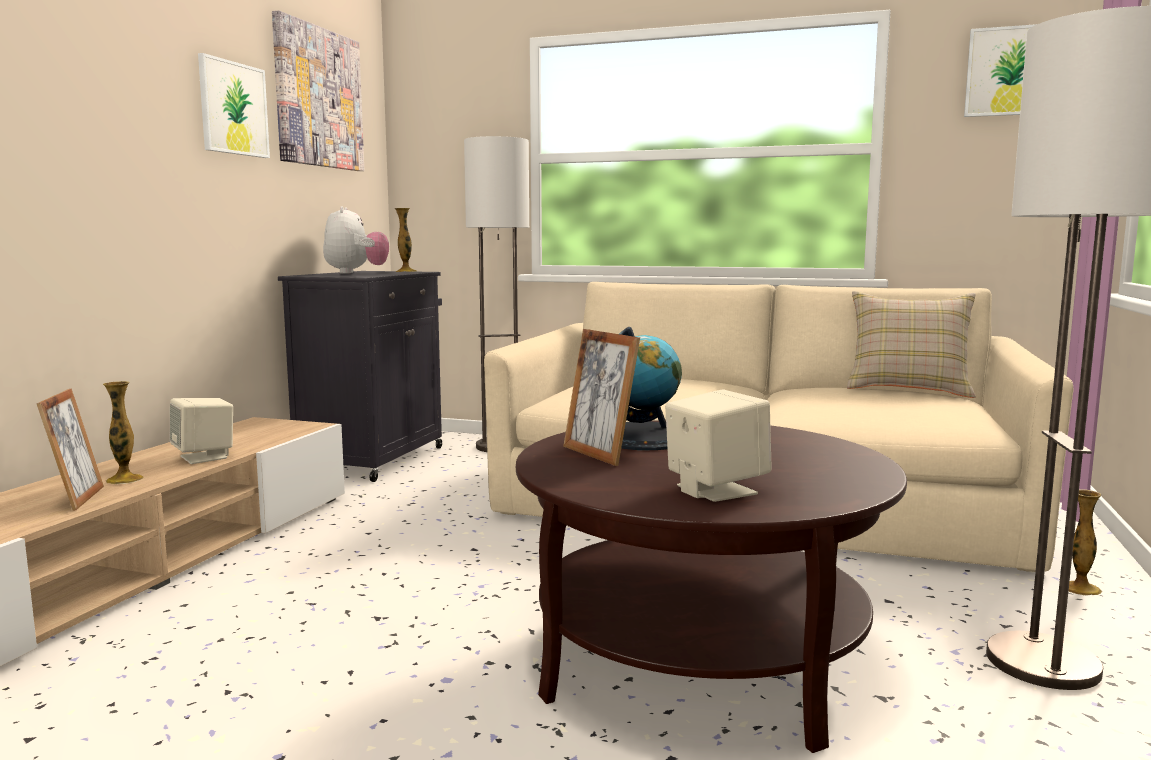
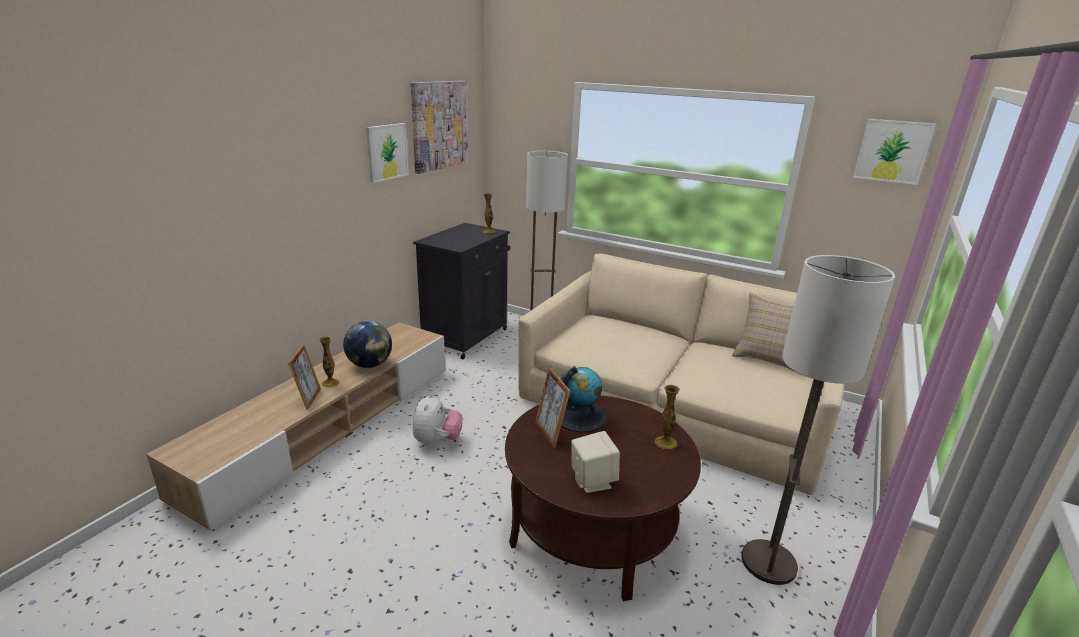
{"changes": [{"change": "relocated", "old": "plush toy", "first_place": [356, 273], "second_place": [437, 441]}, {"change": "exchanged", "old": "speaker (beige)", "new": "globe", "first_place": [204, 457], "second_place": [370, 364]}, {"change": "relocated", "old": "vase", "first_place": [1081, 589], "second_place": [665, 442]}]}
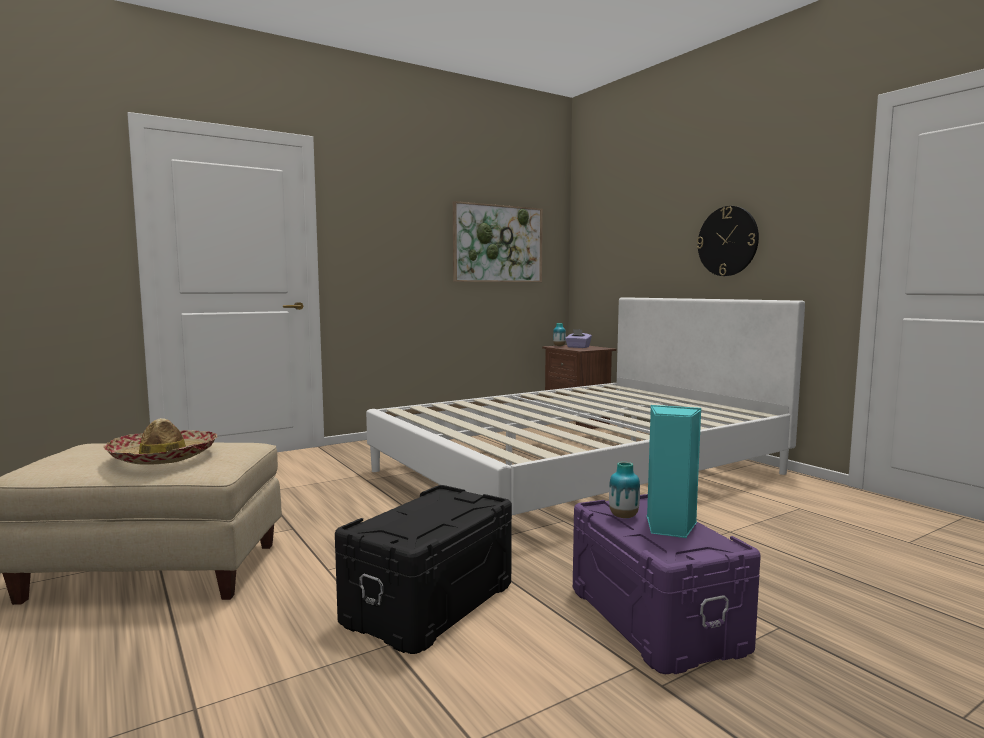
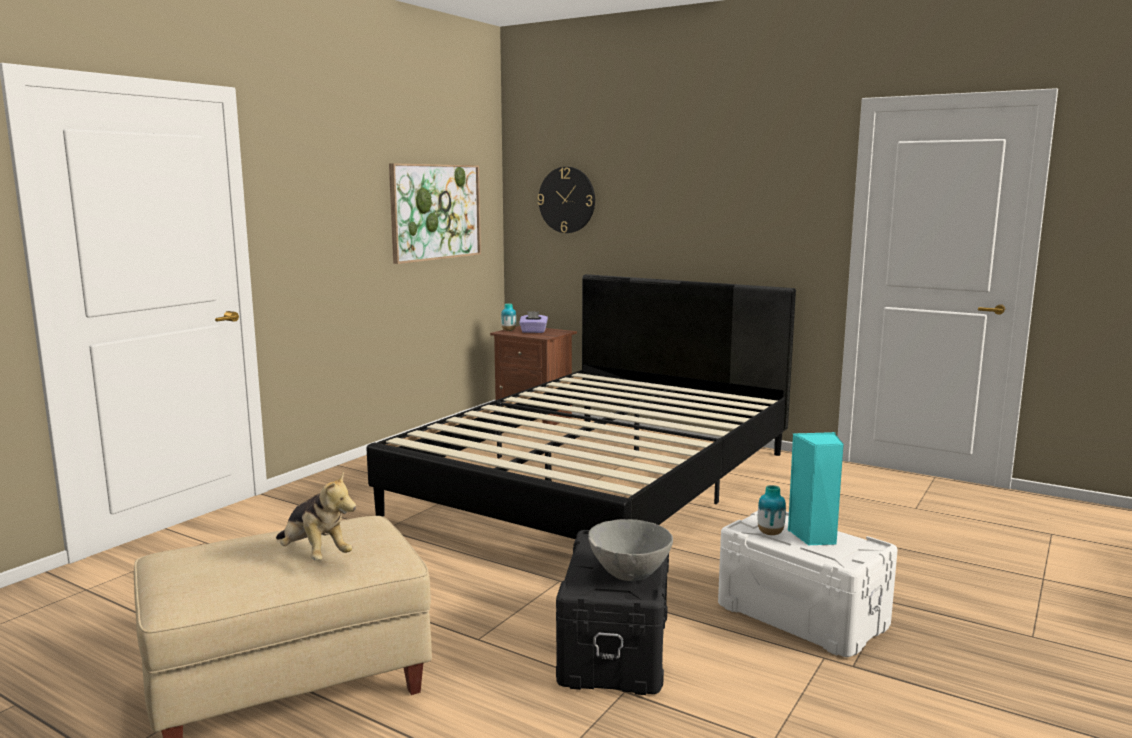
{"changes": [{"change": "relocated", "old": "wall clock", "first_place": [727, 241], "second_place": [567, 200]}, {"change": "colour", "old": "bed (white)", "new": "bed (black)", "first_place": [580, 472], "second_place": [600, 482]}, {"change": "exchanged", "old": "hat", "new": "plush toy", "first_place": [163, 457], "second_place": [314, 555]}, {"change": "colour", "old": "storage box (purple)", "new": "storage box (white)", "first_place": [656, 618], "second_place": [802, 615]}, {"change": "appeared", "new": "bowl (grey)", "second_place": [629, 575]}]}
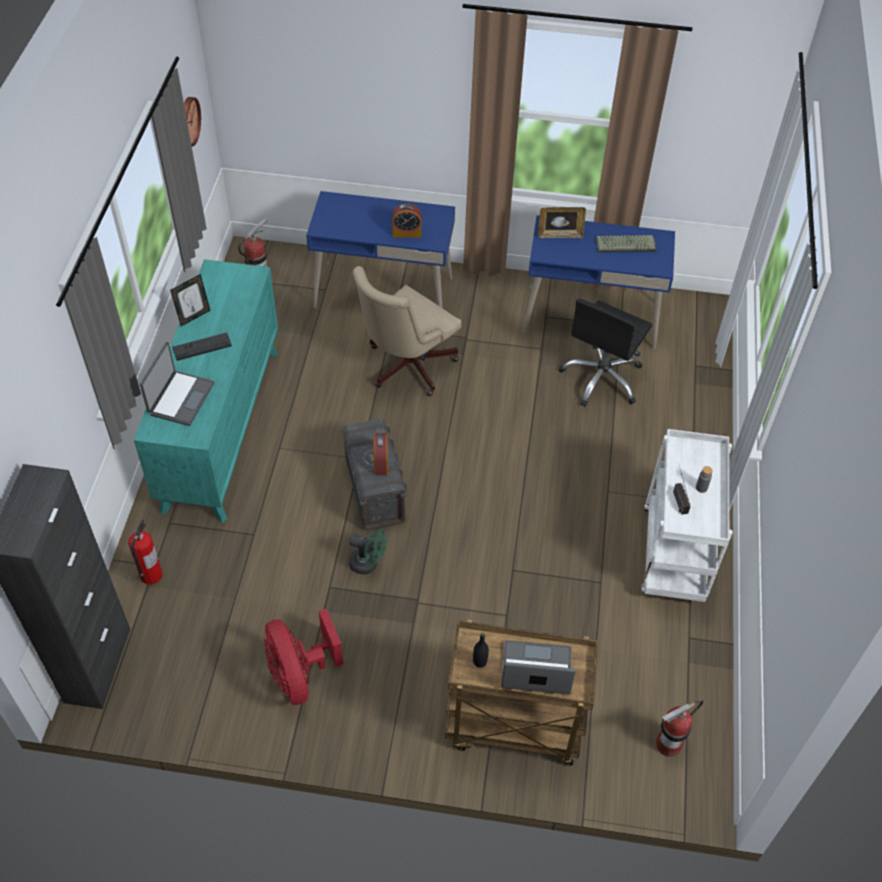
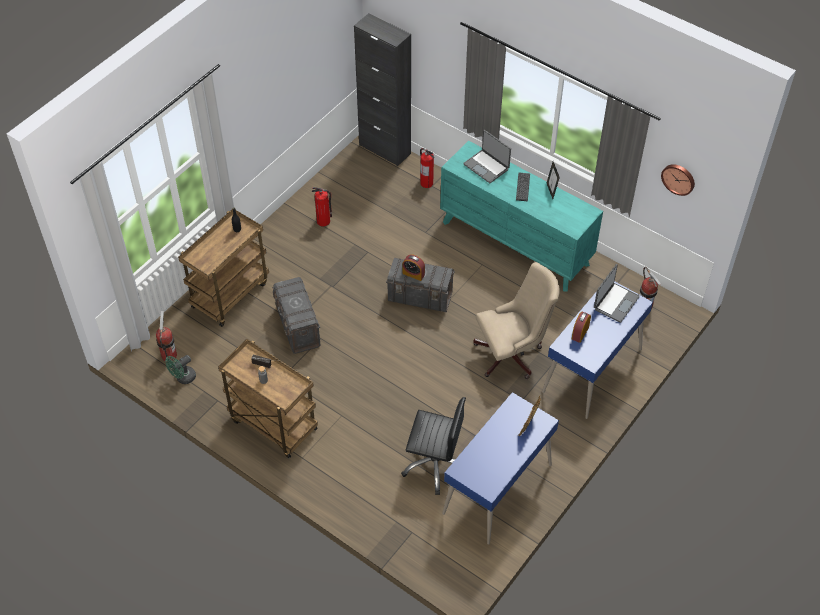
{"changes": [{"change": "missing", "old": "keyboard", "first_place": [626, 244]}, {"change": "spun", "old": "office chair (beige)", "first_place": [405, 367], "second_place": [512, 354], "degrees": 90}, {"change": "spun", "old": "office chair (black)", "first_place": [602, 378], "second_place": [435, 464], "degrees": 135}, {"change": "colour", "old": "cart (white)", "new": "cart (brown)", "first_place": [674, 556], "second_place": [272, 424]}, {"change": "relocated", "old": "fan (green)", "first_place": [368, 563], "second_place": [183, 378]}, {"change": "exchanged", "old": "fan (red)", "new": "fire extinguisher", "first_place": [299, 675], "second_place": [323, 221]}, {"change": "relocated", "old": "laptop", "first_place": [536, 670], "second_place": [615, 302]}, {"change": "appeared", "new": "storage box (grey)", "second_place": [298, 327]}]}
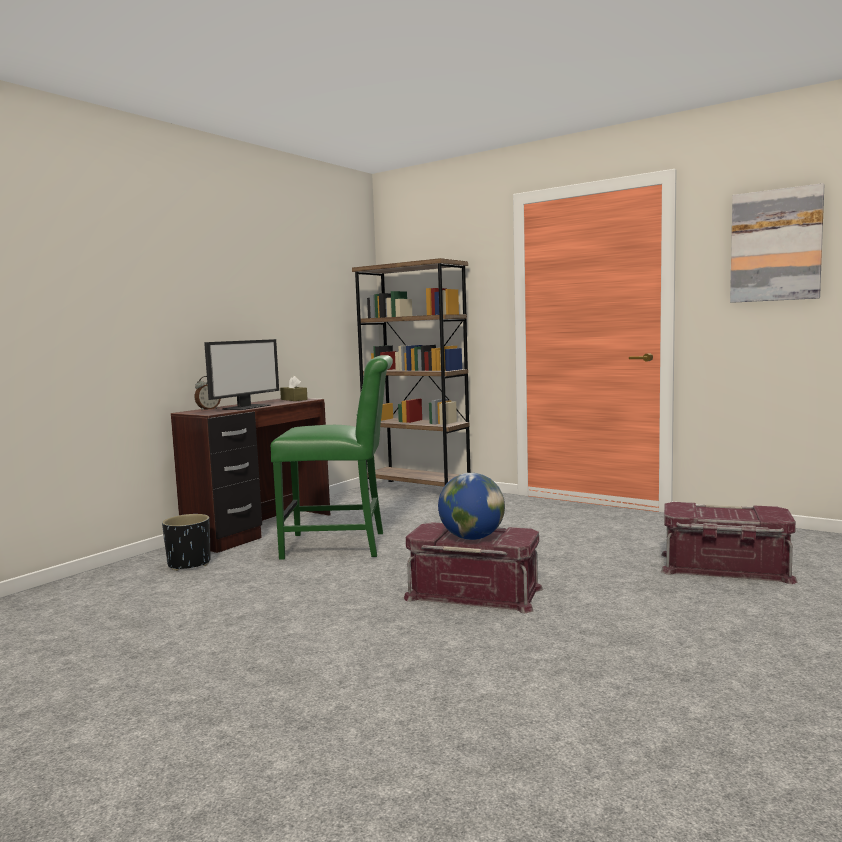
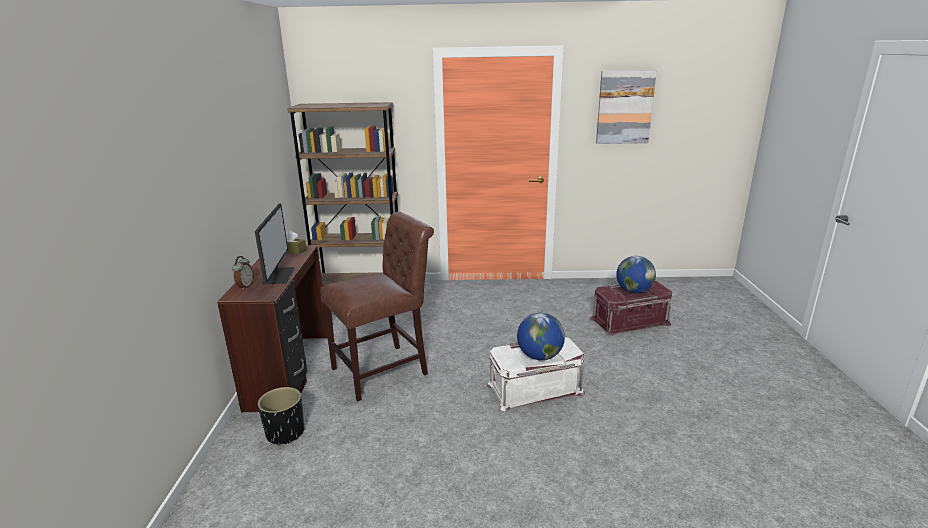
{"changes": [{"change": "colour", "old": "chair (green)", "new": "chair (brown)", "first_place": [341, 545], "second_place": [385, 370]}, {"change": "colour", "old": "storage box (red)", "new": "storage box (white)", "first_place": [474, 593], "second_place": [534, 388]}, {"change": "appeared", "new": "globe", "second_place": [633, 291]}]}
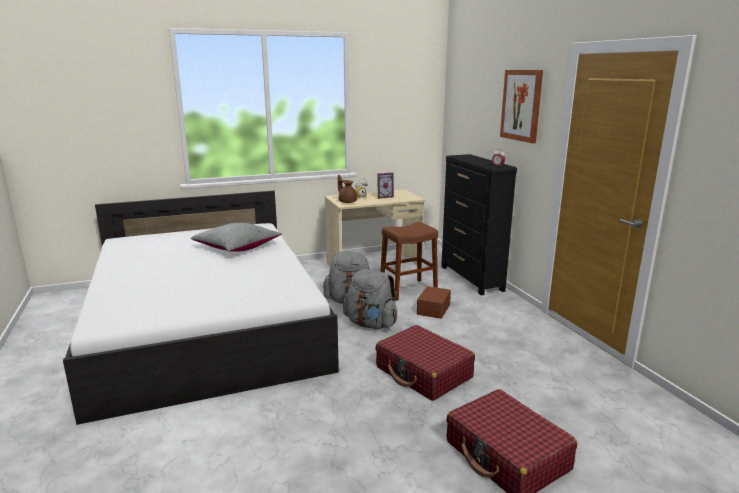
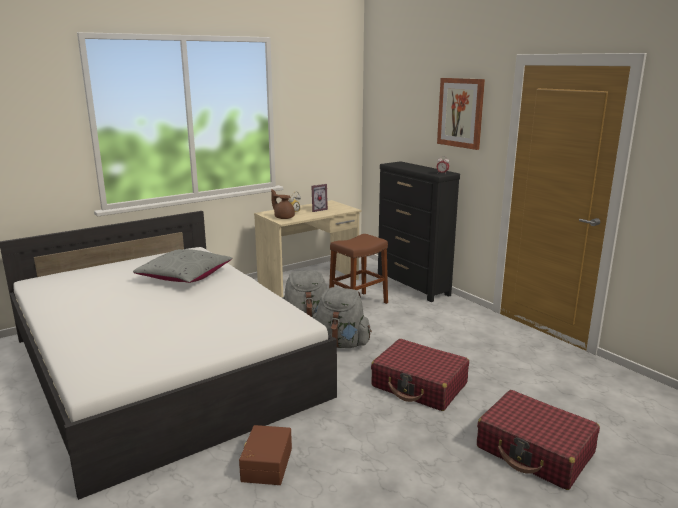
{"changes": [{"change": "relocated", "old": "storage box (brown)", "first_place": [432, 309], "second_place": [265, 464]}]}
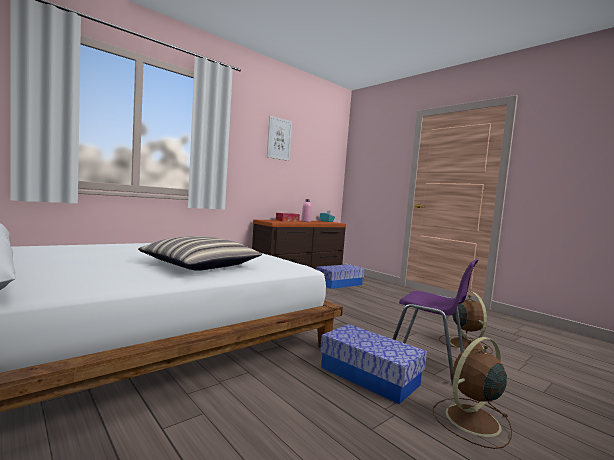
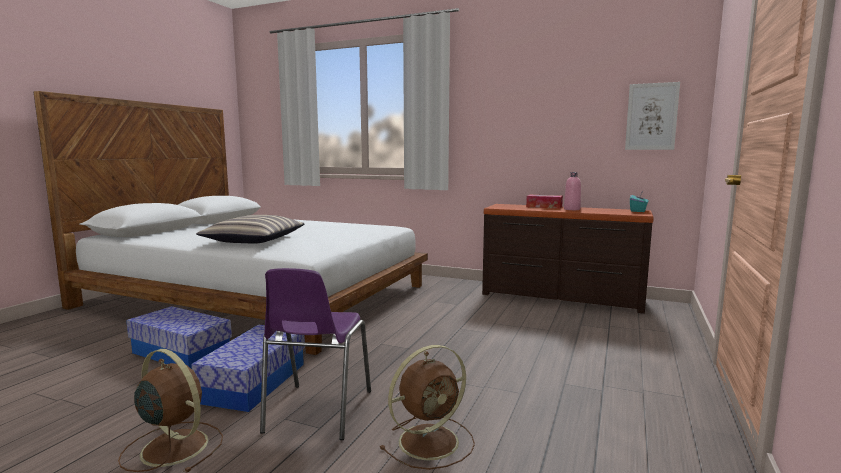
{"changes": [{"change": "relocated", "old": "picture", "first_place": [279, 139], "second_place": [651, 116]}, {"change": "relocated", "old": "storage box", "first_place": [339, 284], "second_place": [181, 353]}]}
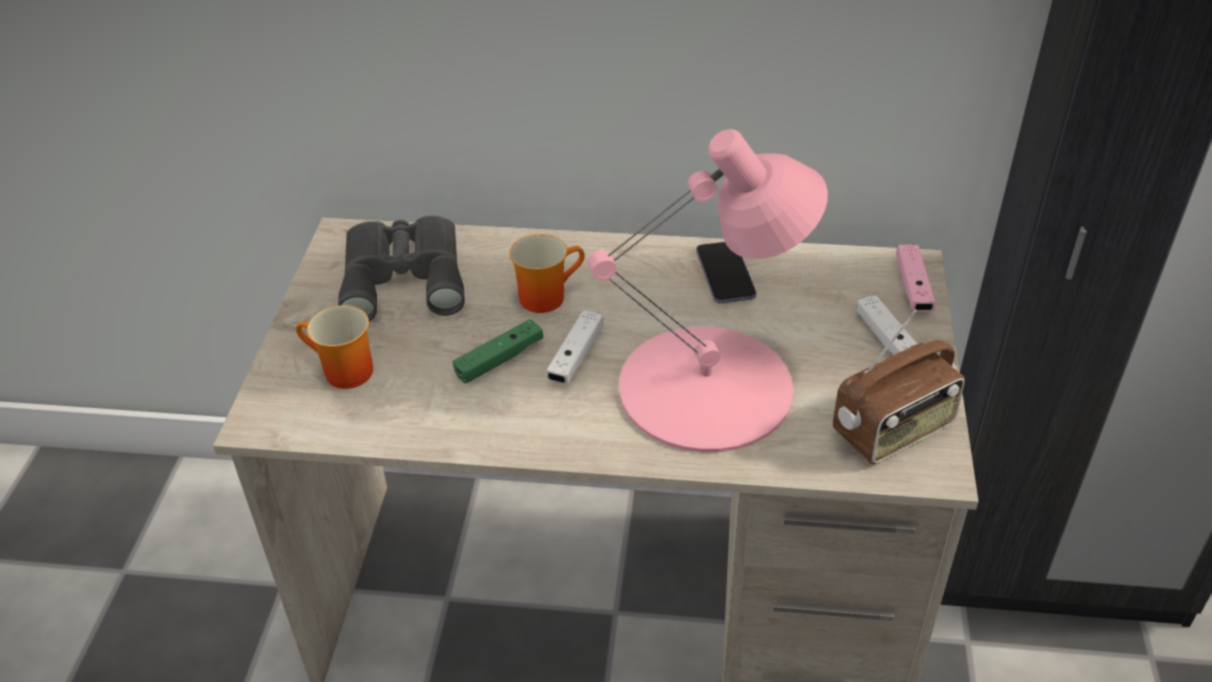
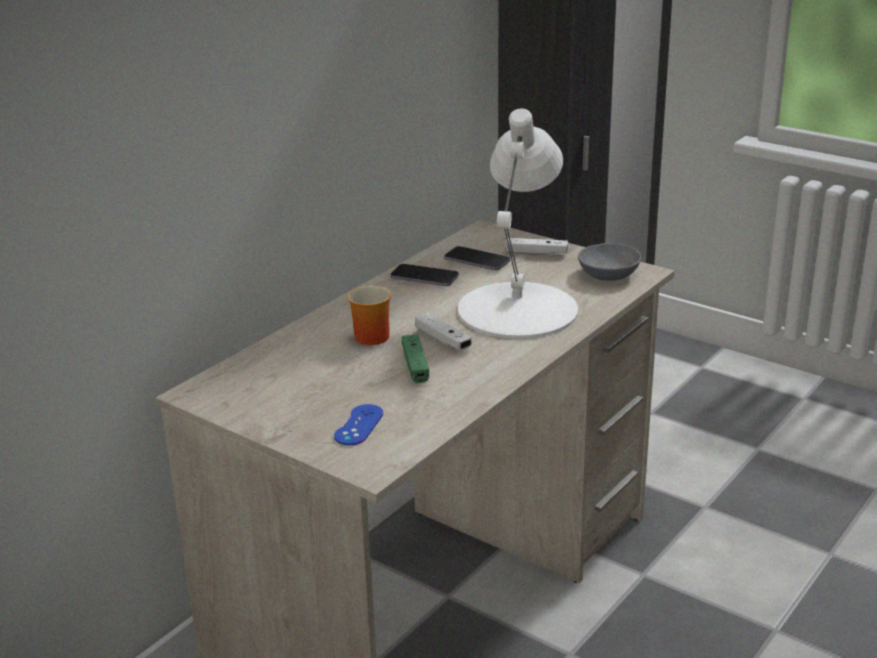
{"changes": [{"change": "colour", "old": "table lamp (pink)", "new": "table lamp (white)", "first_place": [709, 388], "second_place": [519, 309]}, {"change": "missing", "old": "binoculars (grey)", "first_place": [404, 275]}, {"change": "missing", "old": "game controller (pink)", "first_place": [913, 287]}, {"change": "exchanged", "old": "mug", "new": "game controller (blue)", "first_place": [341, 373], "second_place": [359, 425]}, {"change": "exchanged", "old": "radio", "new": "bowl (grey)", "first_place": [893, 431], "second_place": [607, 273]}, {"change": "appeared", "new": "phone", "second_place": [477, 260]}]}
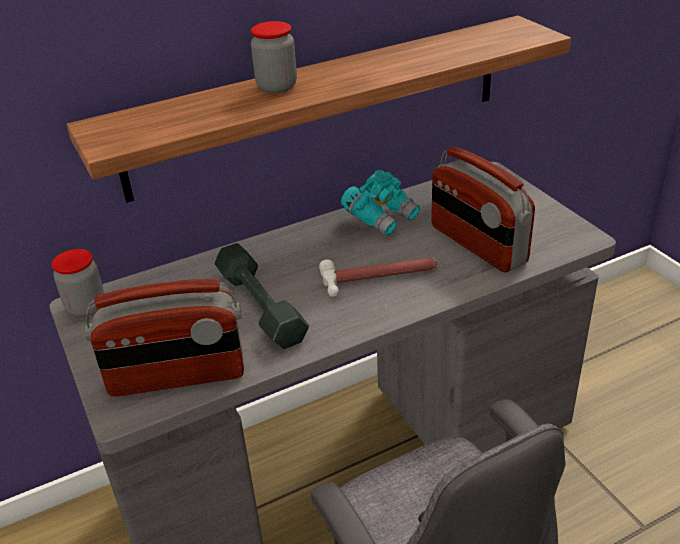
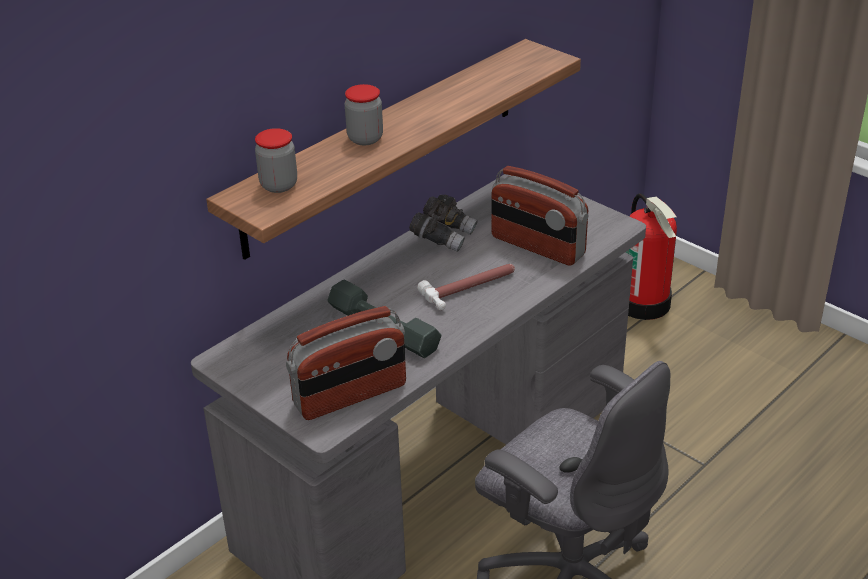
{"changes": [{"change": "colour", "old": "binoculars (turquoise)", "new": "binoculars (grey)", "first_place": [381, 217], "second_place": [443, 236]}, {"change": "relocated", "old": "jar", "first_place": [86, 307], "second_place": [279, 185]}, {"change": "appeared", "new": "fire extinguisher", "second_place": [645, 304]}]}
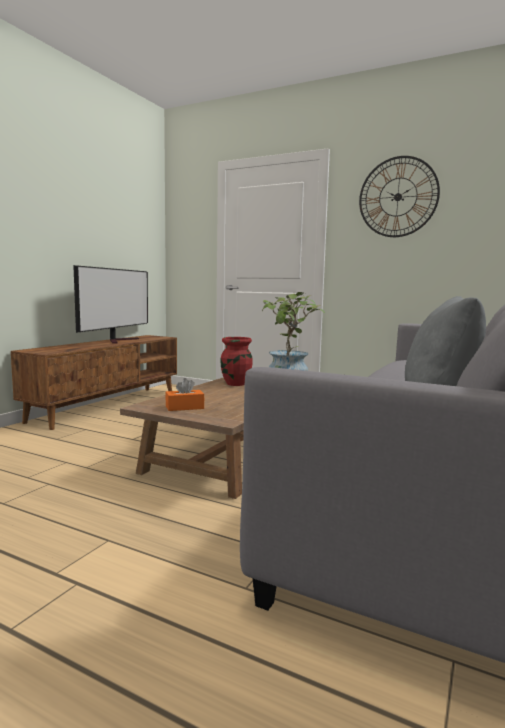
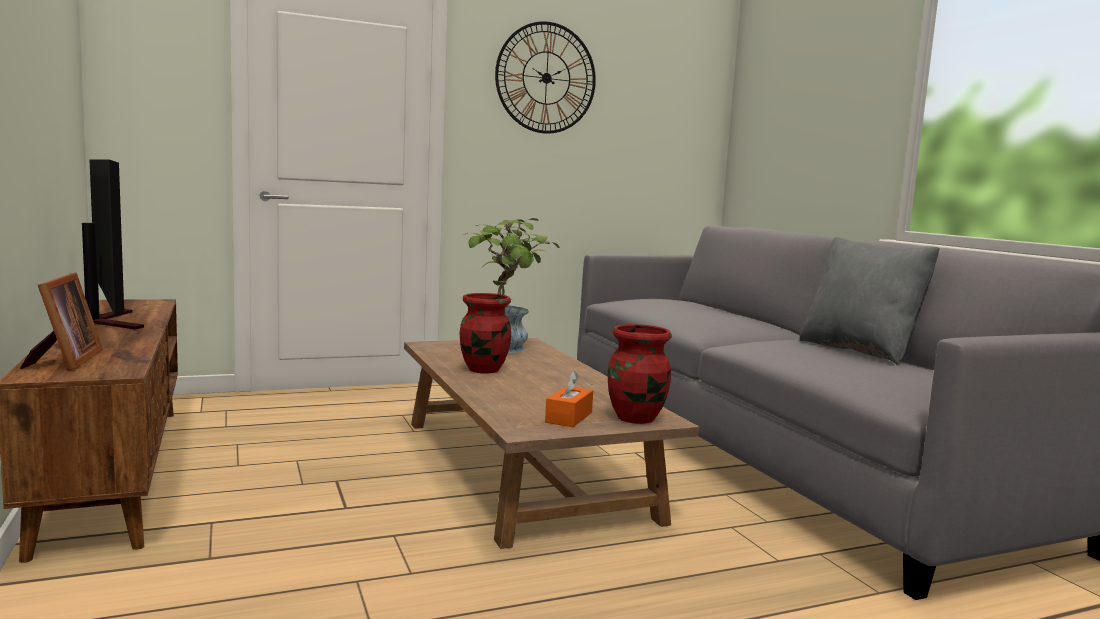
{"changes": [{"change": "appeared", "new": "picture frame", "second_place": [64, 361]}, {"change": "appeared", "new": "vase (red)", "second_place": [636, 418]}]}
